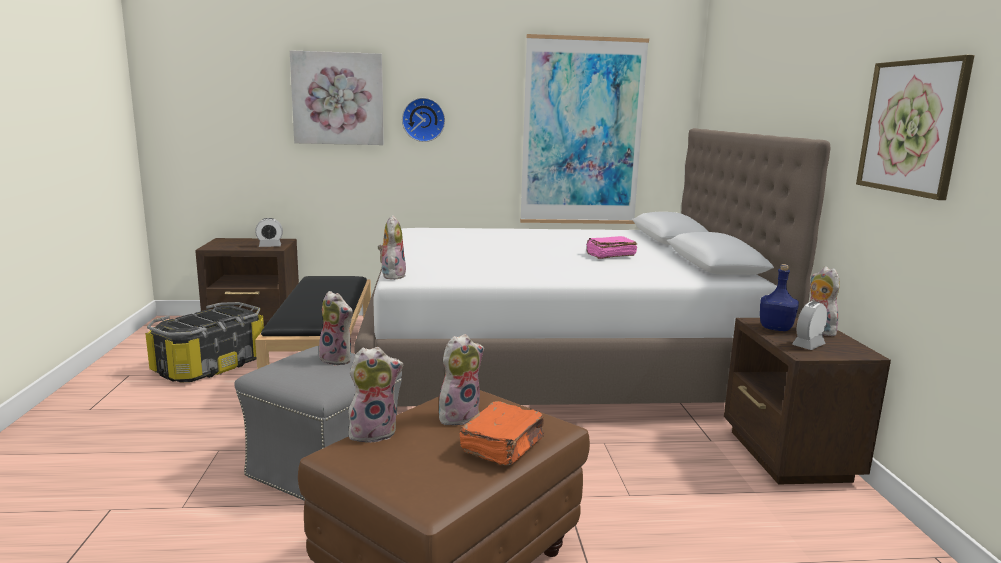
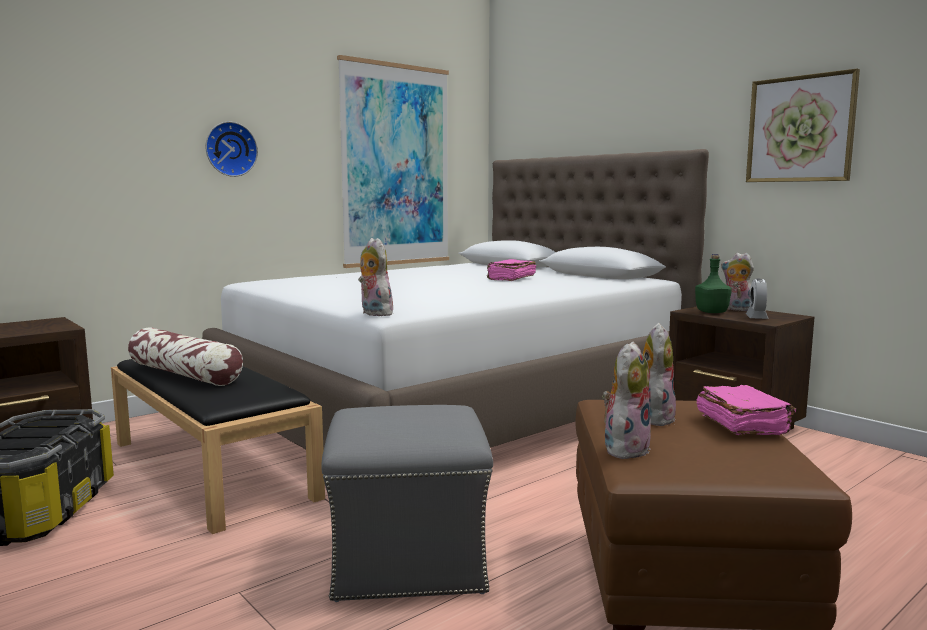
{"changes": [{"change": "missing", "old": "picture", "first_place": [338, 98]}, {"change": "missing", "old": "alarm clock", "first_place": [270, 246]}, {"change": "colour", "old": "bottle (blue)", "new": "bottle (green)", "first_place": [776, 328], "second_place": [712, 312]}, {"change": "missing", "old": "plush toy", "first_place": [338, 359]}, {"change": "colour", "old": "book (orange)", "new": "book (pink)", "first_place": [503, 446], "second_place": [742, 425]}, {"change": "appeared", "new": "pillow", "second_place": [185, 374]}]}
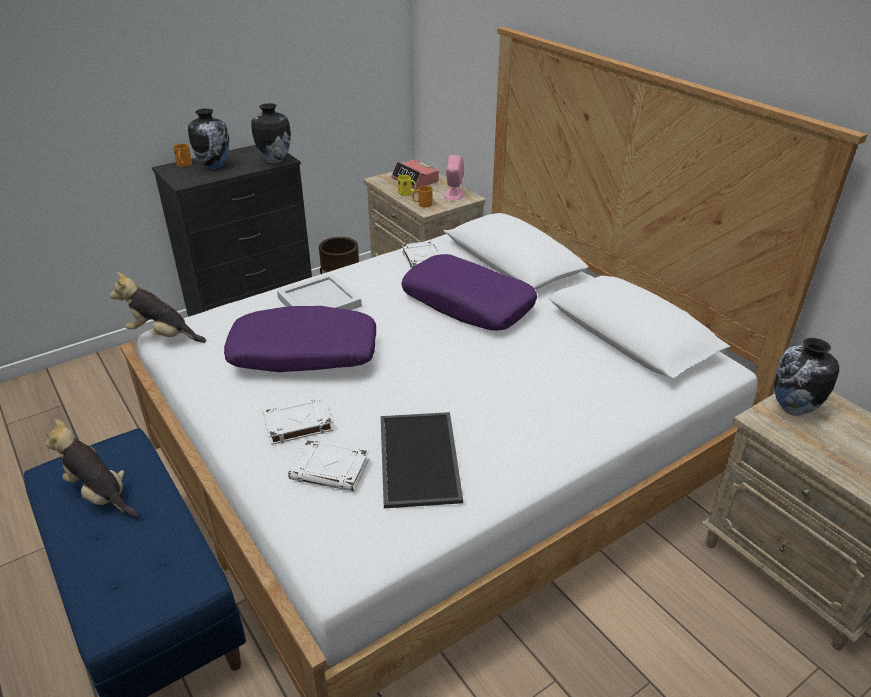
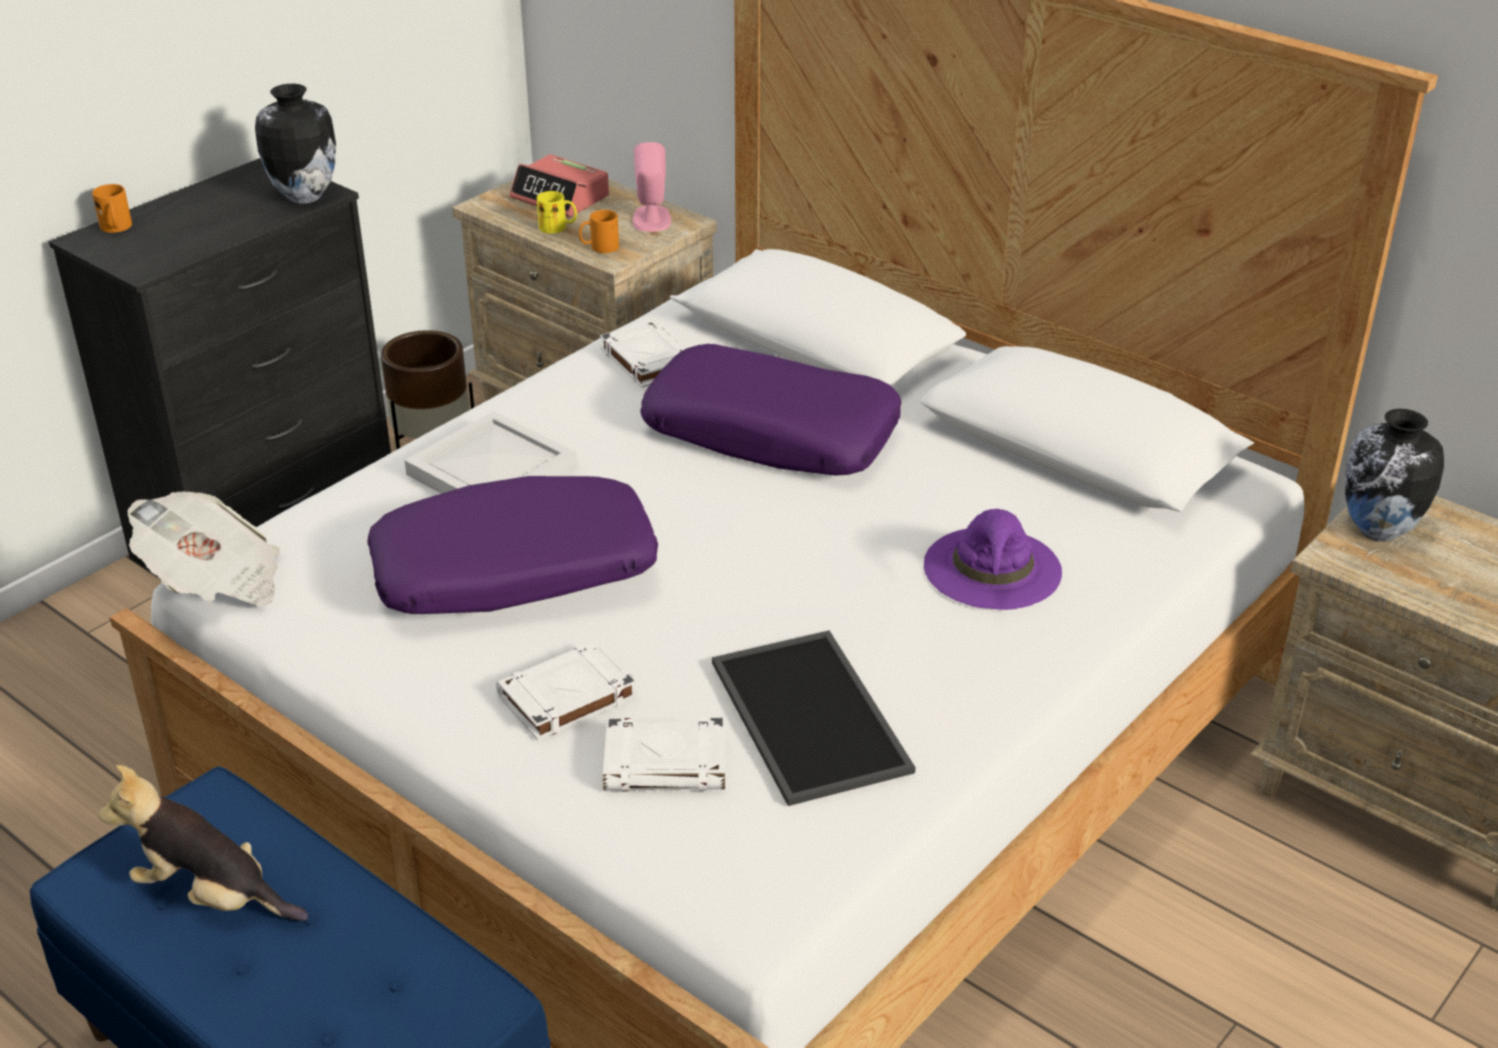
{"changes": [{"change": "missing", "old": "vase", "first_place": [214, 166]}, {"change": "exchanged", "old": "plush toy", "new": "newspaper", "first_place": [162, 335], "second_place": [214, 581]}, {"change": "appeared", "new": "hat (purple)", "second_place": [993, 569]}]}
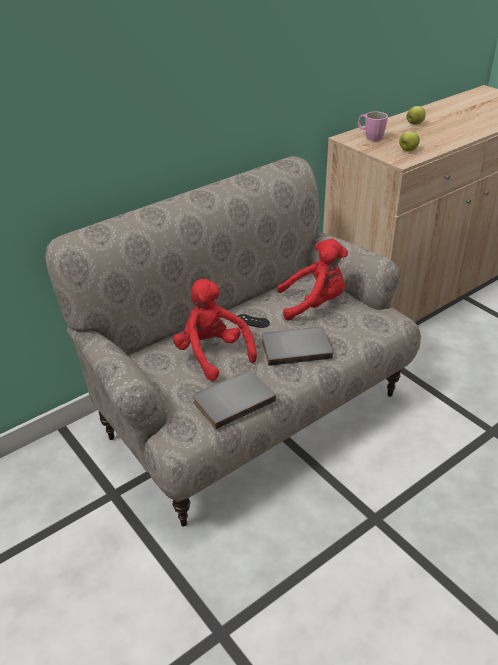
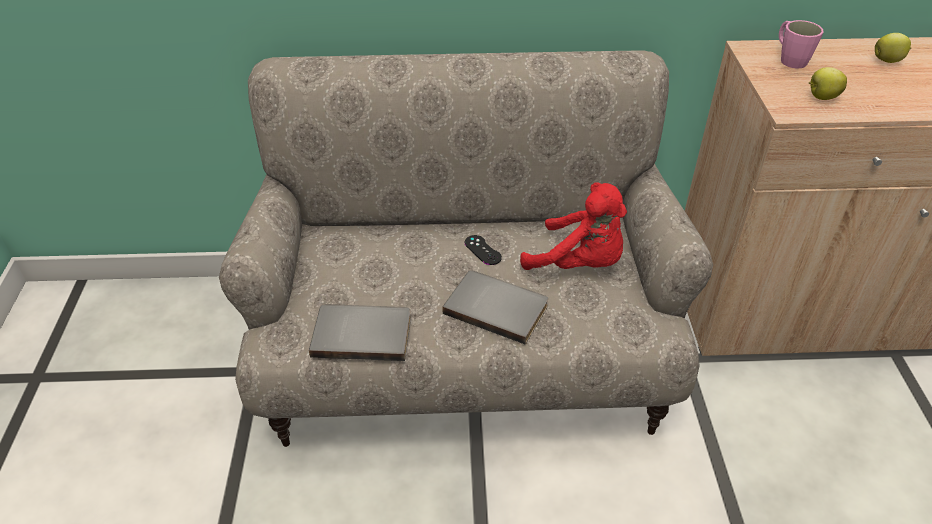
{"changes": [{"change": "missing", "old": "plush toy (red)", "first_place": [212, 354]}]}
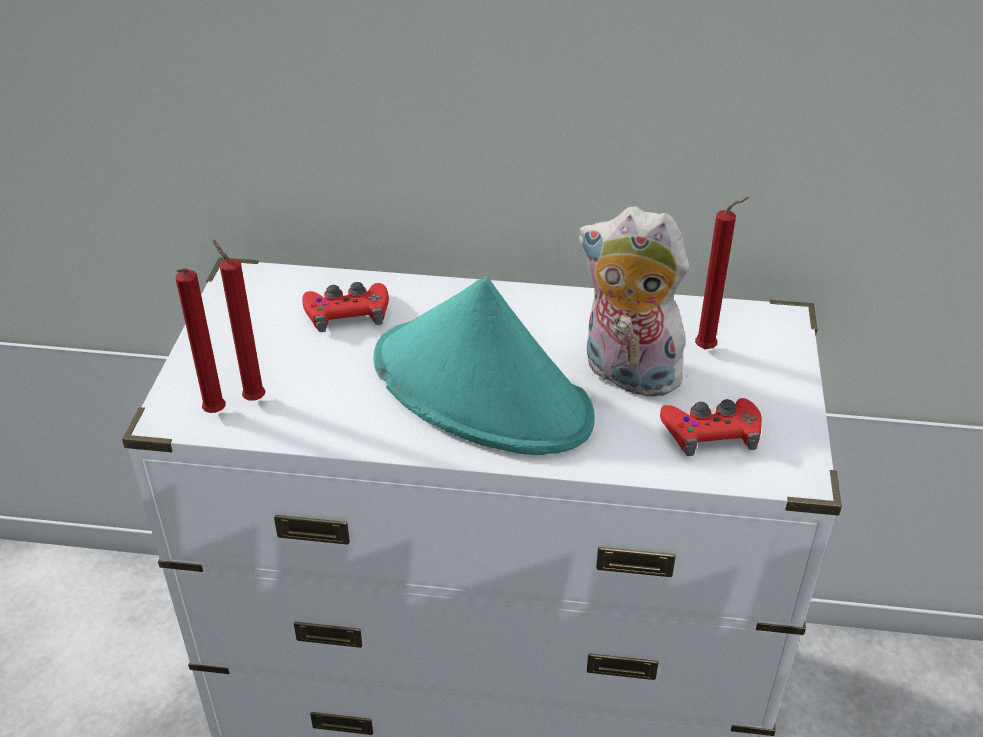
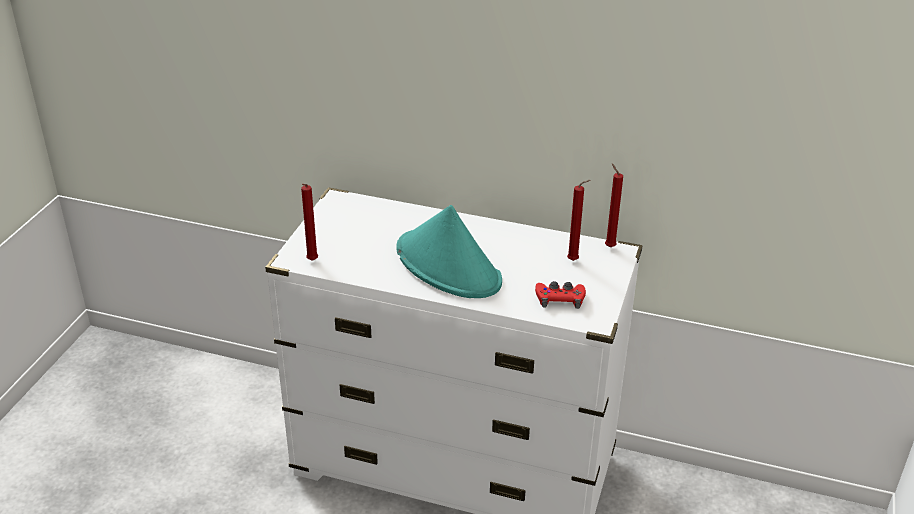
{"changes": [{"change": "missing", "old": "plush toy", "first_place": [626, 375]}, {"change": "relocated", "old": "candle (red)", "first_place": [252, 398], "second_place": [608, 246]}, {"change": "missing", "old": "game controller (red)", "first_place": [347, 313]}]}
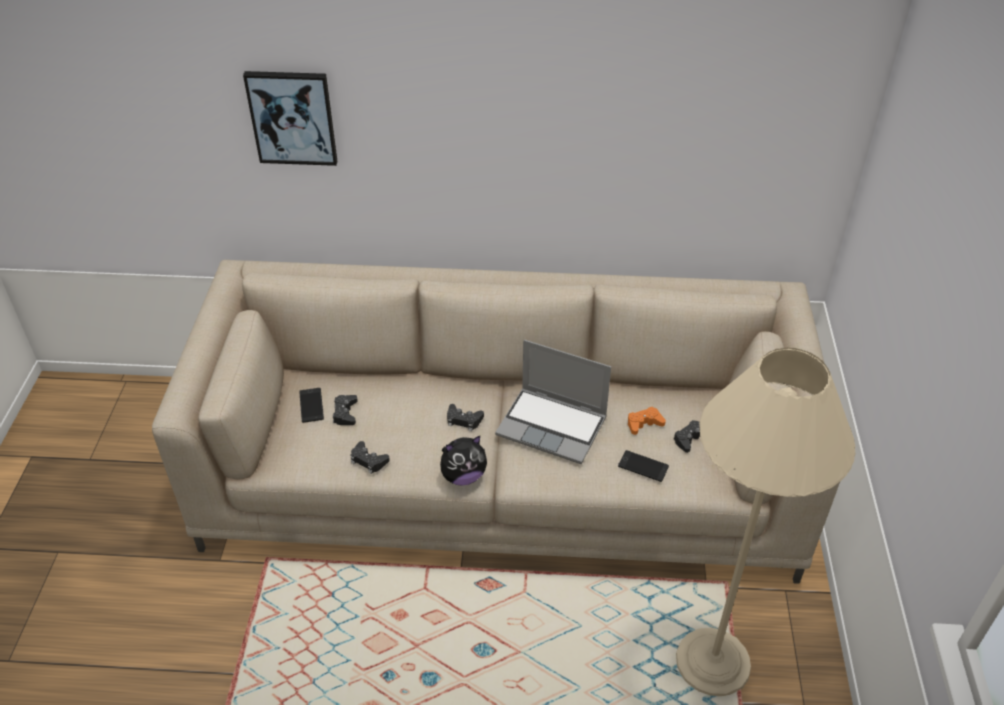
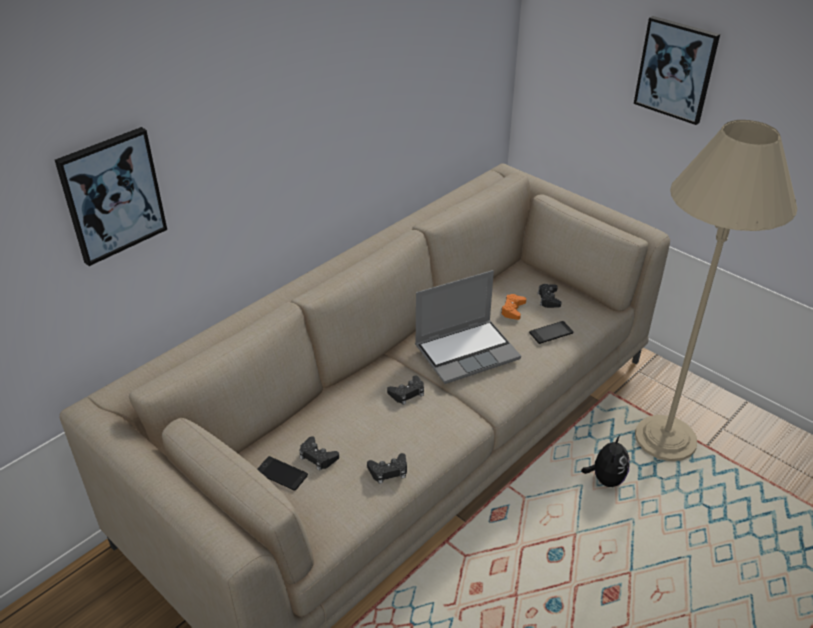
{"changes": [{"change": "relocated", "old": "plush toy", "first_place": [463, 476], "second_place": [605, 479]}, {"change": "appeared", "new": "picture", "second_place": [676, 69]}]}
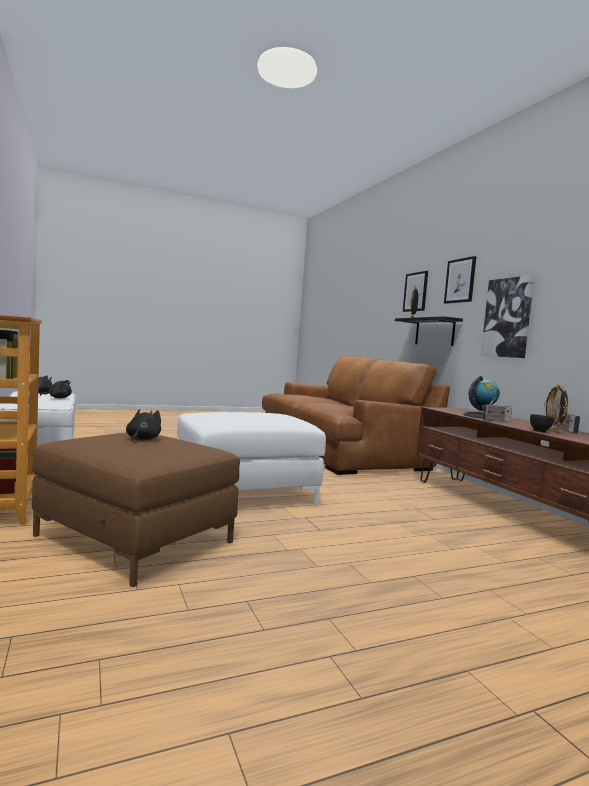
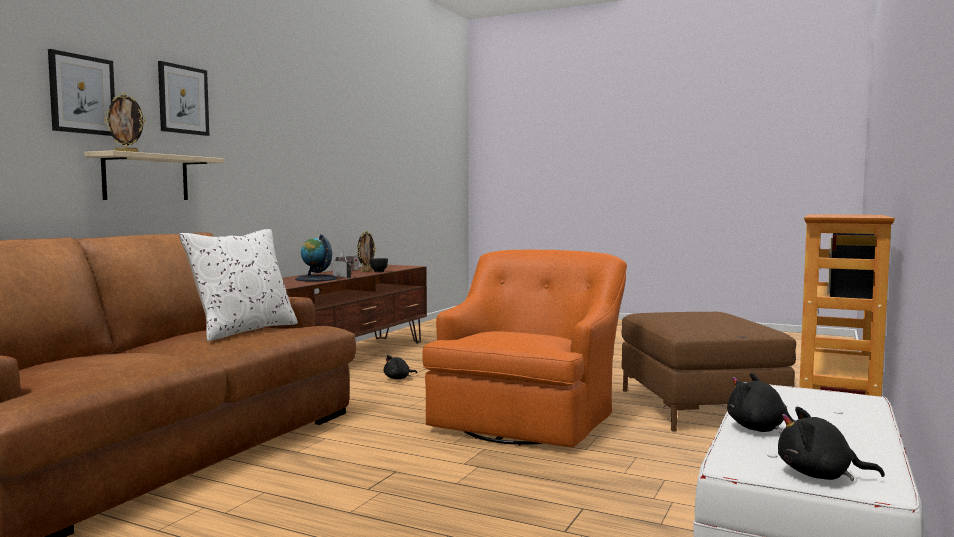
{"changes": [{"change": "missing", "old": "picture", "first_place": [508, 318]}, {"change": "colour", "old": "shelf (black)", "new": "shelf (beige)", "first_place": [434, 332], "second_place": [146, 177]}, {"change": "relocated", "old": "plush toy (black)", "first_place": [142, 439], "second_place": [398, 378]}, {"change": "exchanged", "old": "ottoman (white)", "new": "armchair (orange)", "first_place": [244, 493], "second_place": [528, 418]}, {"change": "appeared", "new": "pillow (white)", "second_place": [243, 330]}]}
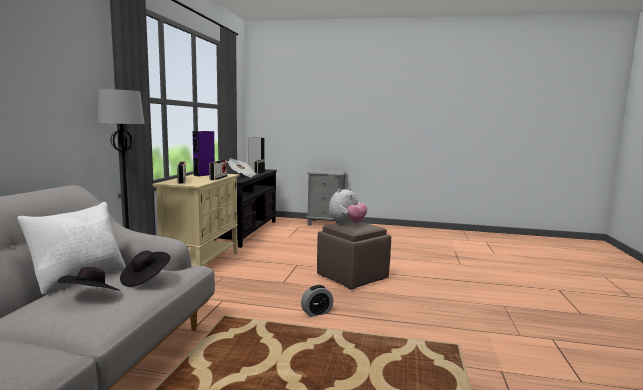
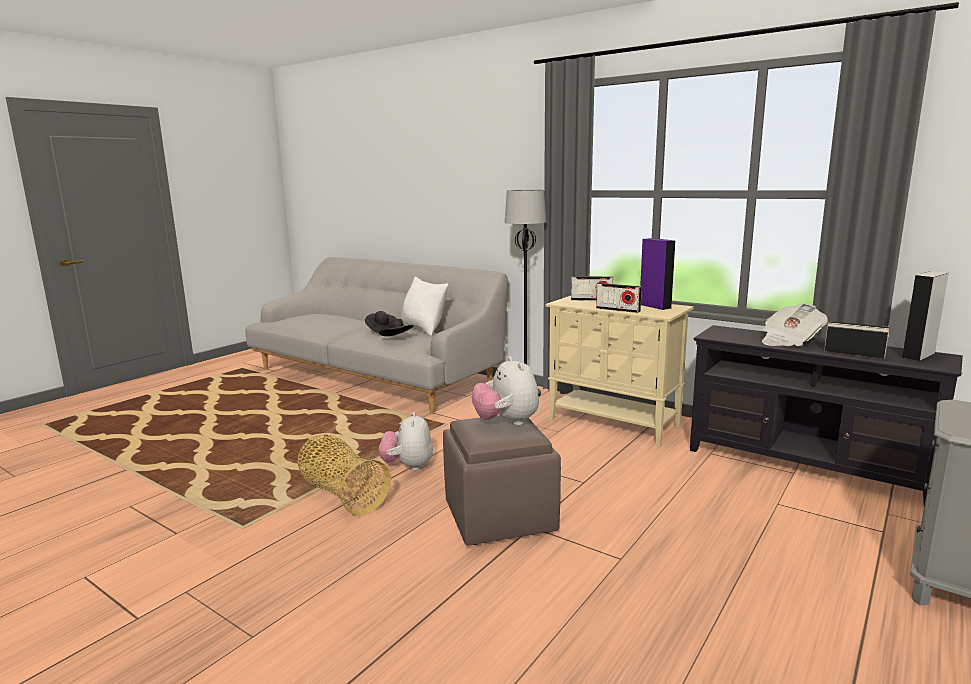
{"changes": [{"change": "exchanged", "old": "alarm clock", "new": "plush toy", "first_place": [316, 313], "second_place": [408, 466]}, {"change": "appeared", "new": "basket", "second_place": [342, 494]}]}
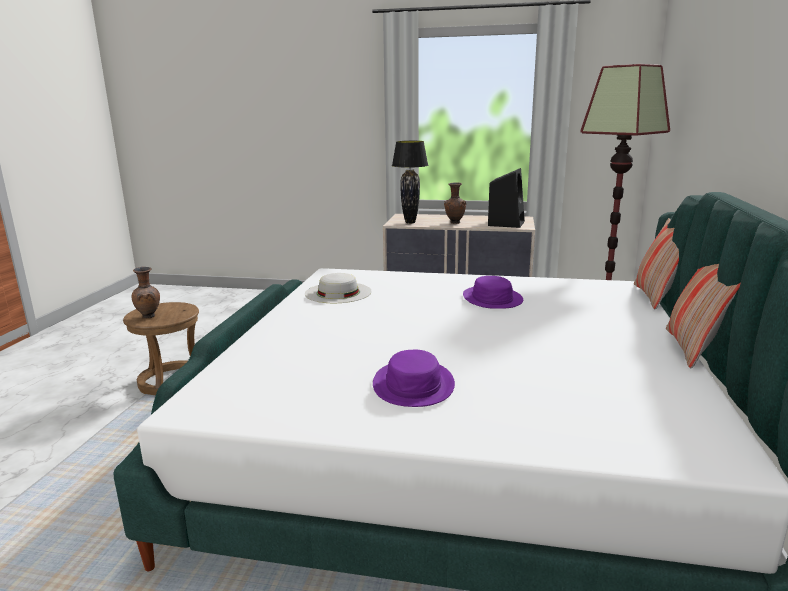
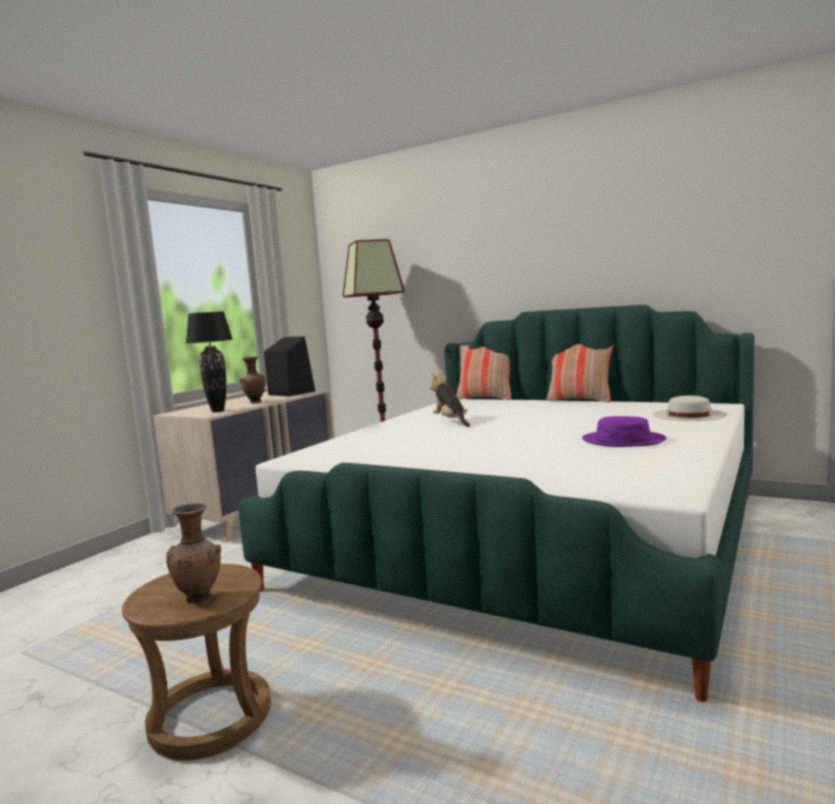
{"changes": [{"change": "relocated", "old": "hat (white)", "first_place": [338, 292], "second_place": [688, 414]}, {"change": "exchanged", "old": "hat (purple)", "new": "plush toy", "first_place": [492, 299], "second_place": [451, 422]}]}
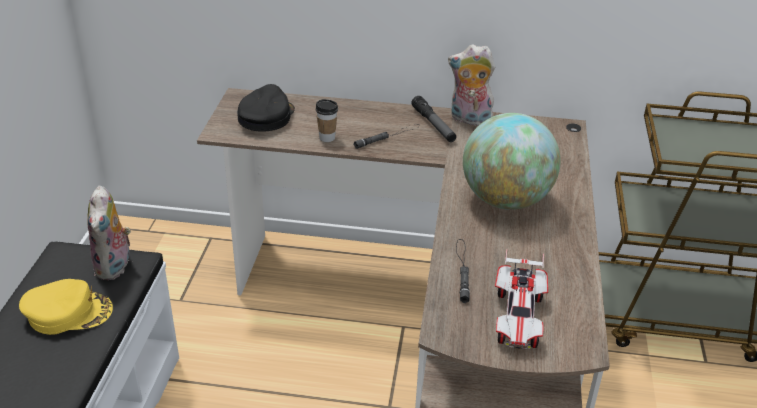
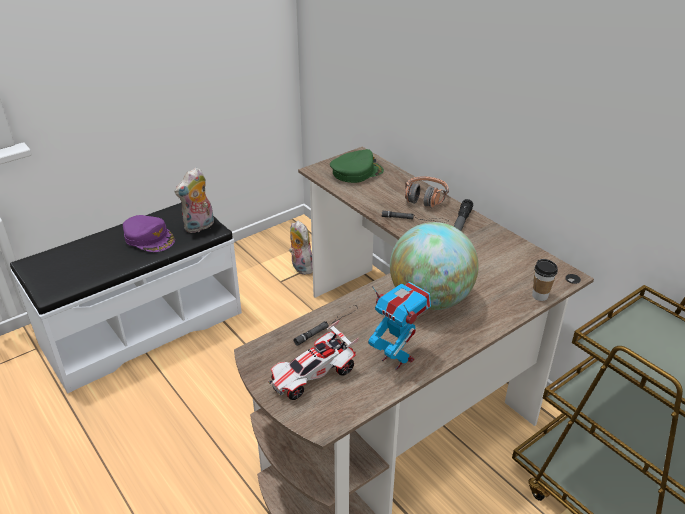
{"changes": [{"change": "relocated", "old": "plush toy", "first_place": [469, 120], "second_place": [300, 267]}, {"change": "colour", "old": "cap (black)", "new": "cap (green)", "first_place": [266, 116], "second_place": [356, 172]}, {"change": "relocated", "old": "cup", "first_place": [327, 138], "second_place": [540, 296]}, {"change": "colour", "old": "cap (yellow)", "new": "cap (purple)", "first_place": [68, 312], "second_place": [149, 238]}, {"change": "appeared", "new": "headphones", "second_place": [425, 198]}, {"change": "appeared", "new": "toy robot", "second_place": [397, 358]}]}
